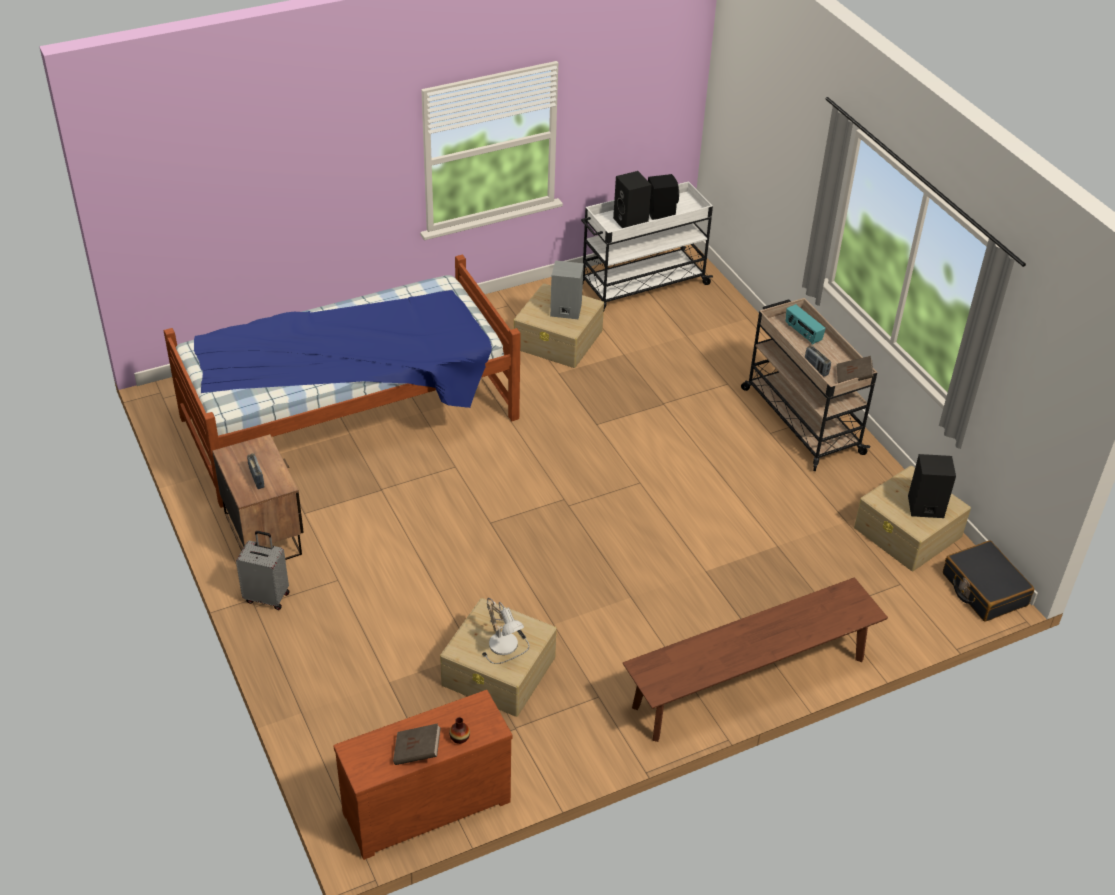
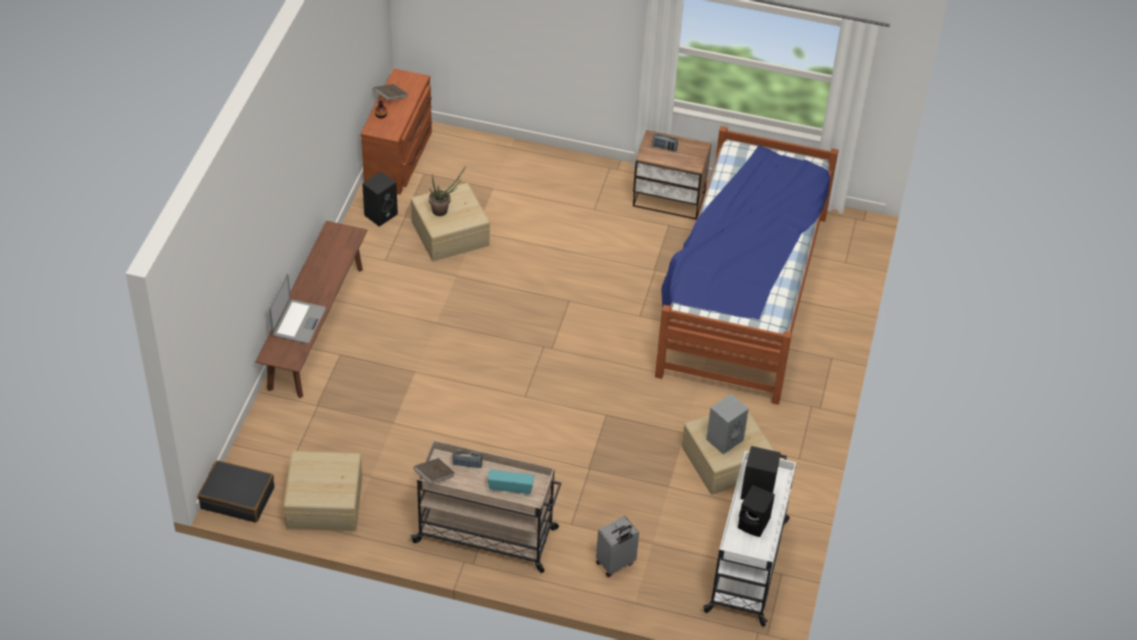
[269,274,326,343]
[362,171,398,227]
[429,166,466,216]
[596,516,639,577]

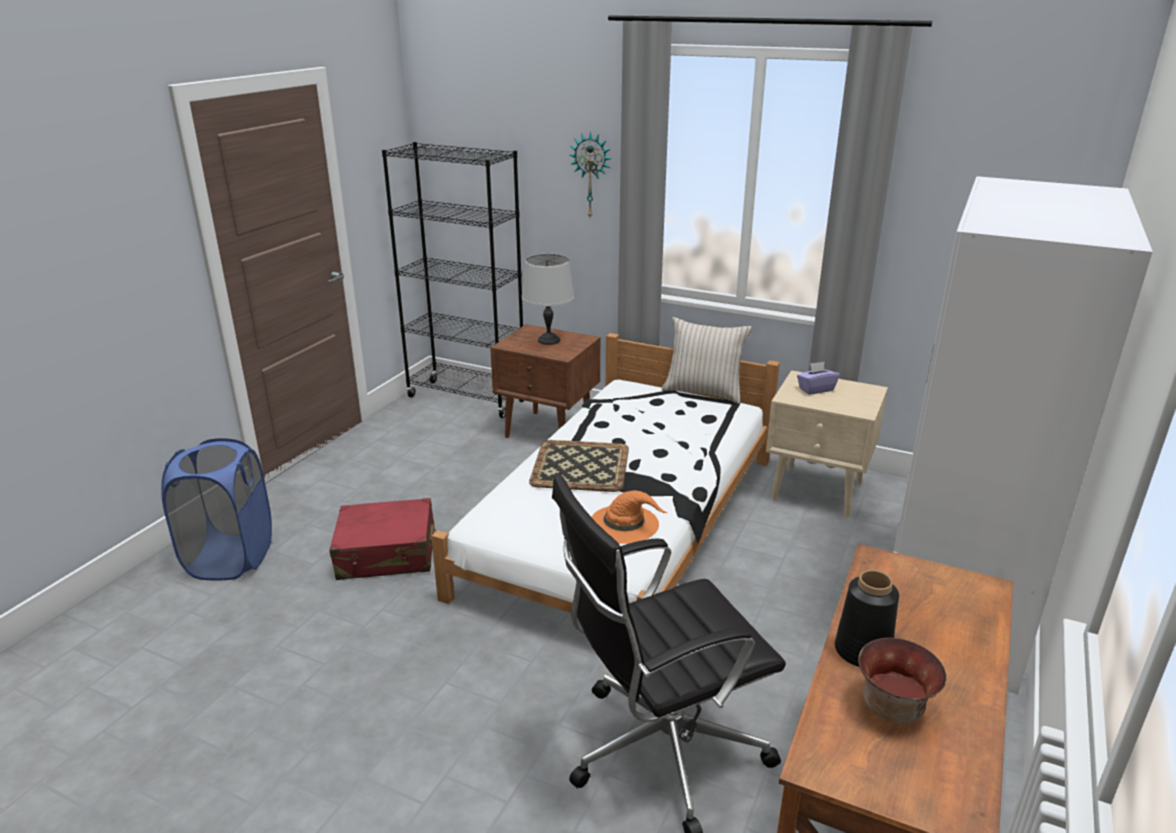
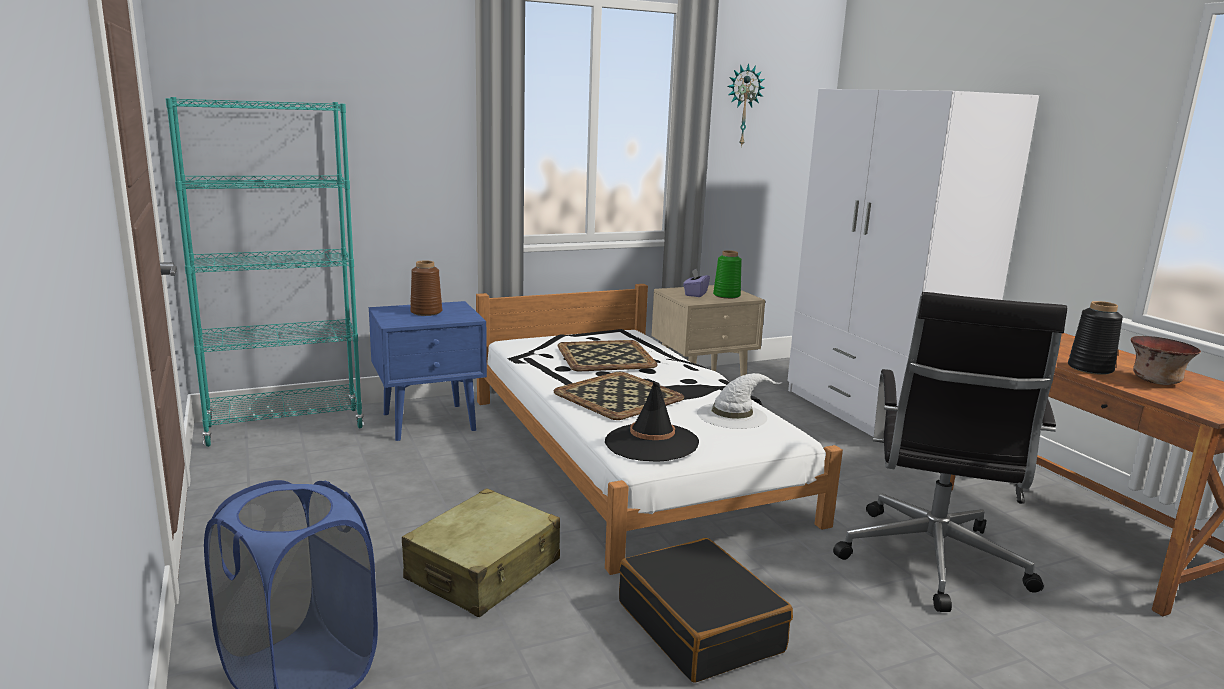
[165,97,364,447]
[369,301,487,441]
[402,488,560,617]
[410,260,442,316]
[558,340,658,371]
[605,382,699,462]
[619,538,793,682]
[697,373,783,429]
[713,250,742,299]
[728,63,765,147]
[662,317,752,404] (first image)

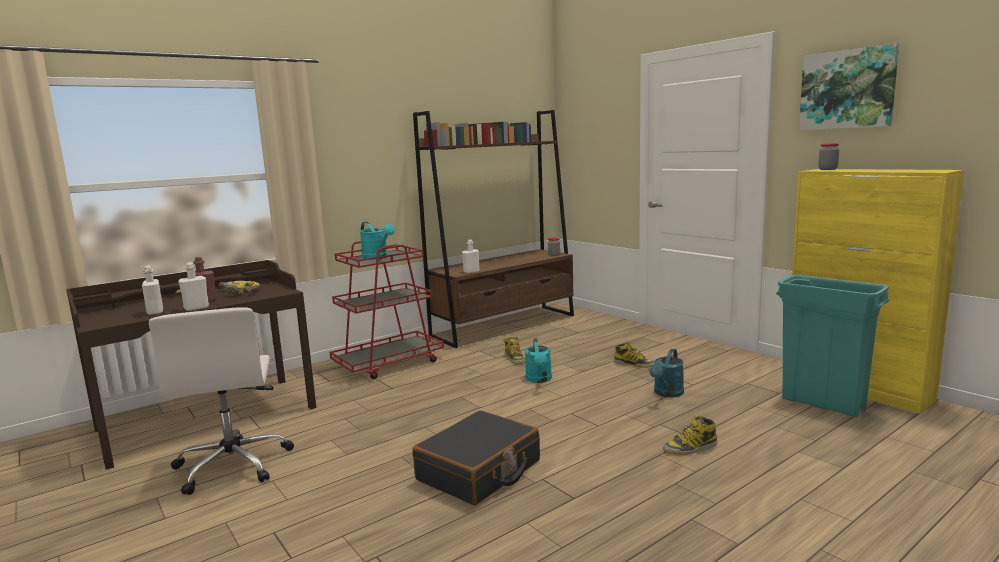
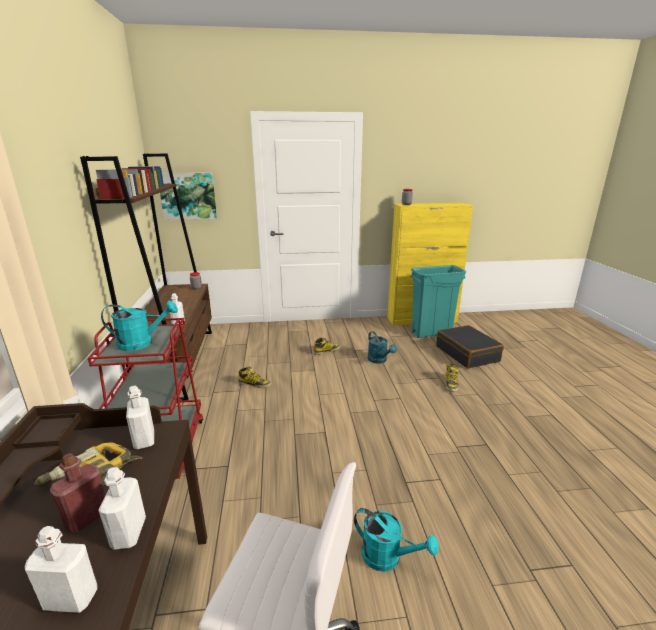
[126,386,154,449]
[160,173,217,220]
[354,508,439,572]
[436,325,504,368]

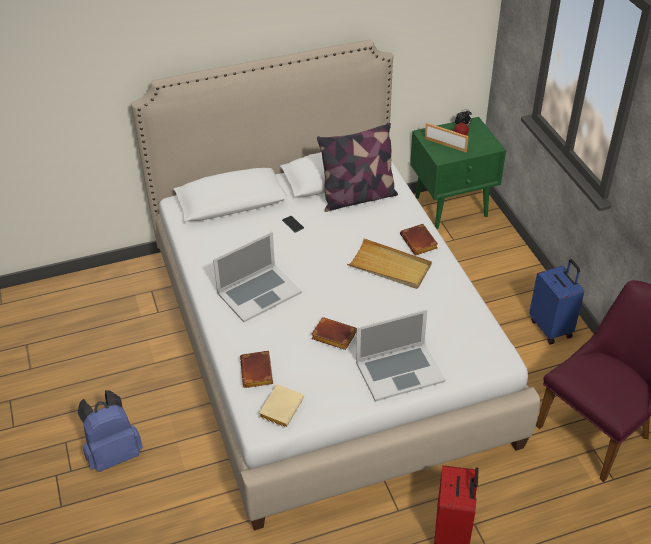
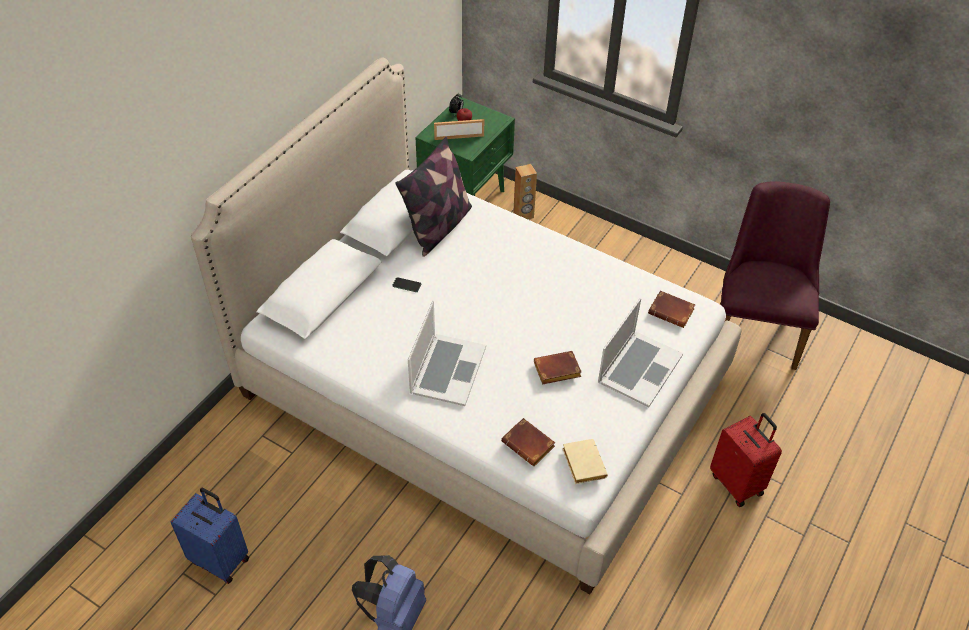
[171,488,249,584]
[513,164,537,219]
[648,291,696,328]
[347,238,432,289] (first image)

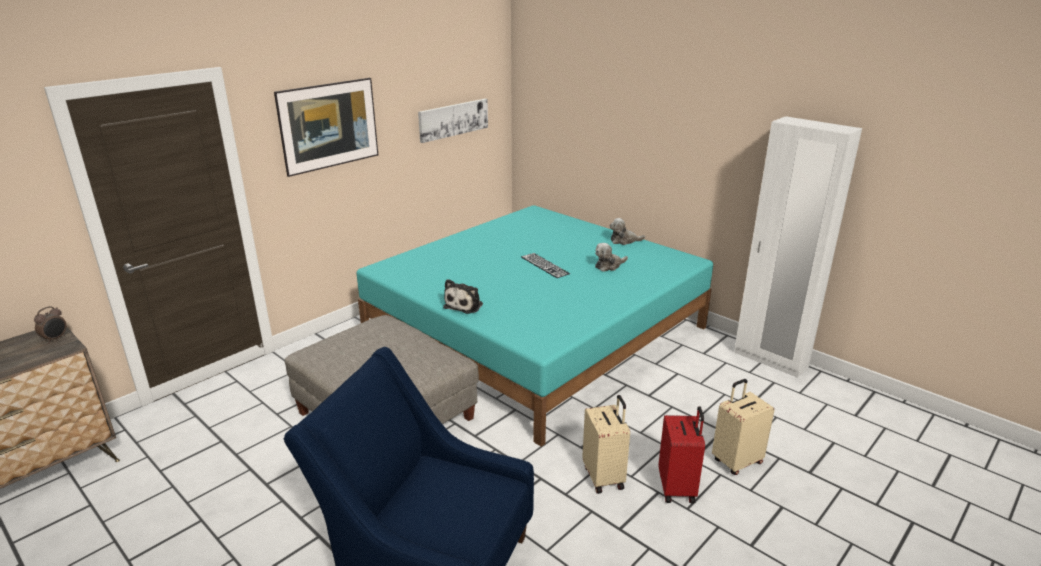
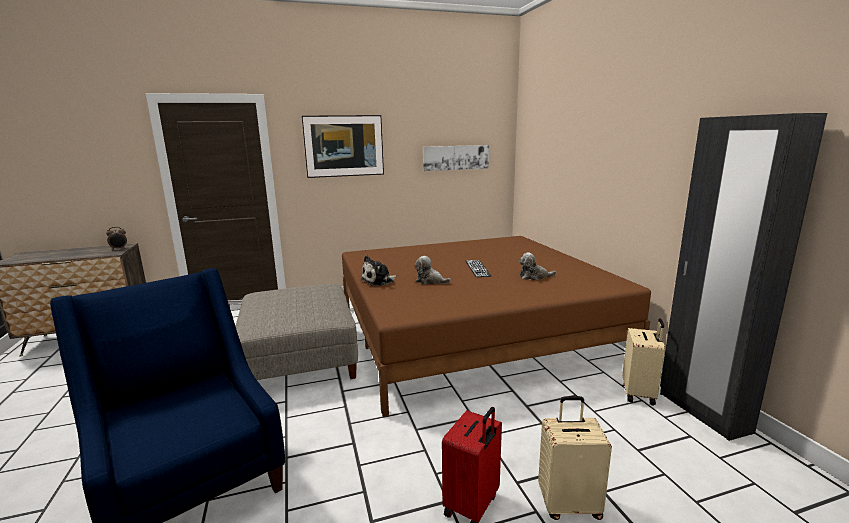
[342,236,651,417]
[415,256,451,284]
[622,318,665,406]
[660,113,827,441]

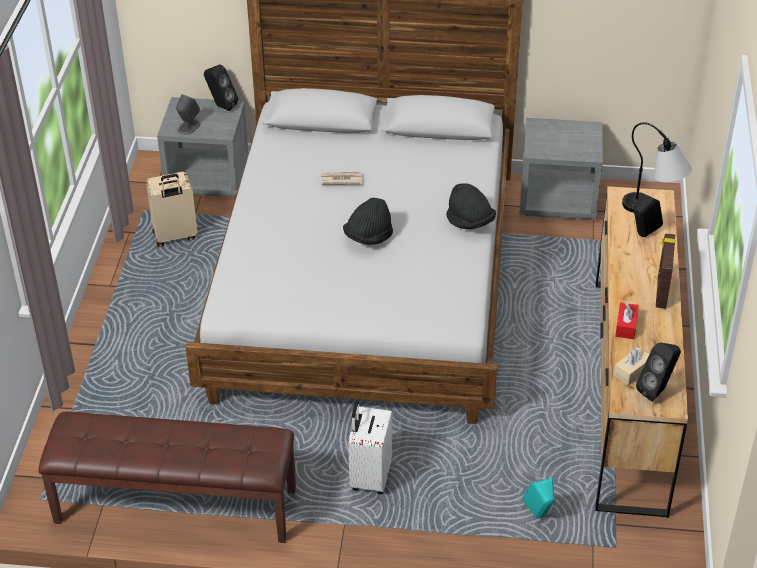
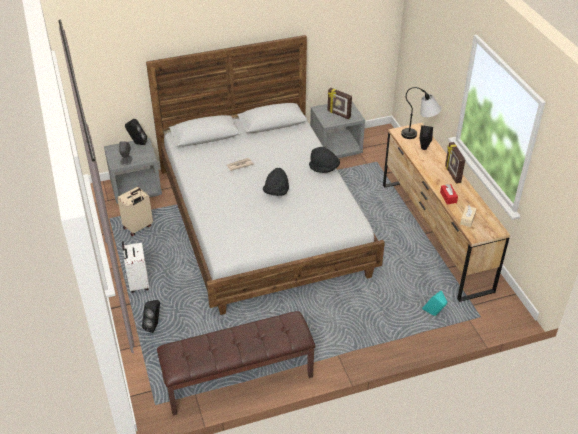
[122,241,149,293]
[142,300,160,333]
[327,88,352,119]

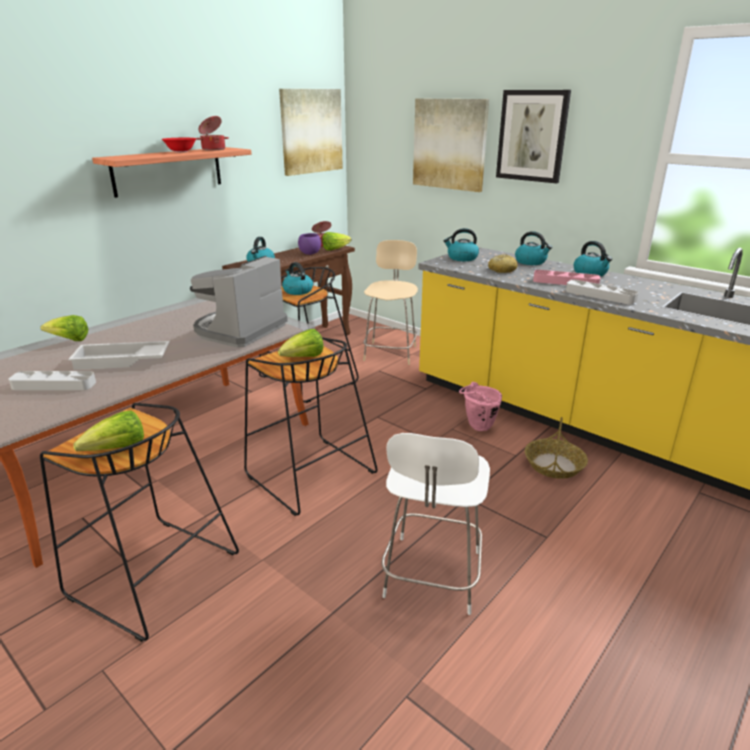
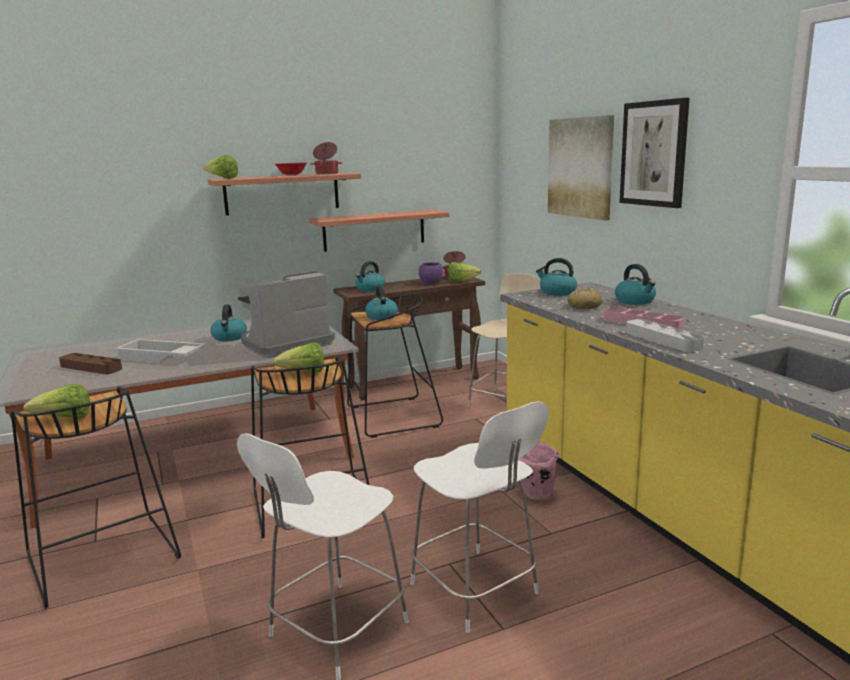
[59,353,122,374]
[203,155,238,179]
[210,305,247,341]
[309,210,449,252]
[410,401,549,633]
[279,89,343,176] (first image)
[525,417,588,479] (first image)

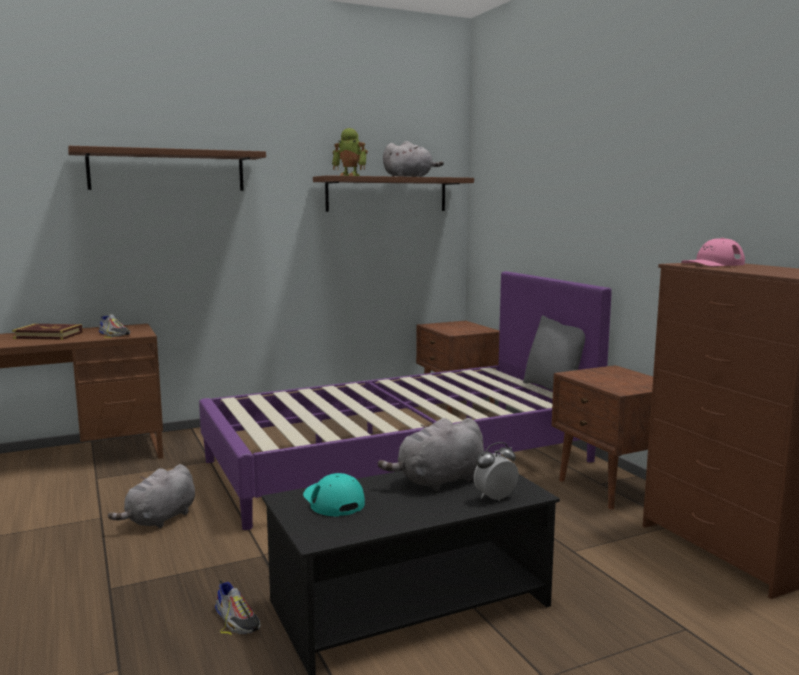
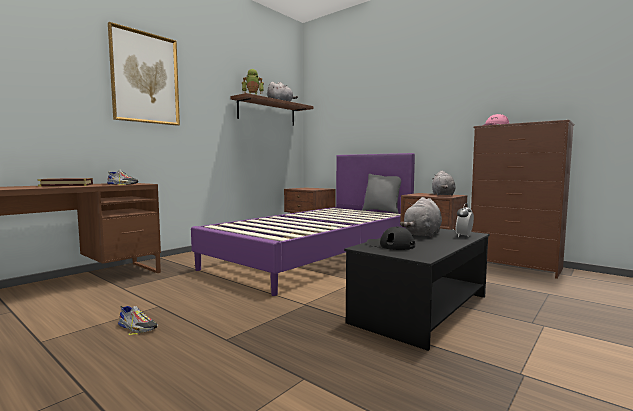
[108,22,180,126]
[118,306,158,335]
[367,226,415,250]
[432,170,455,195]

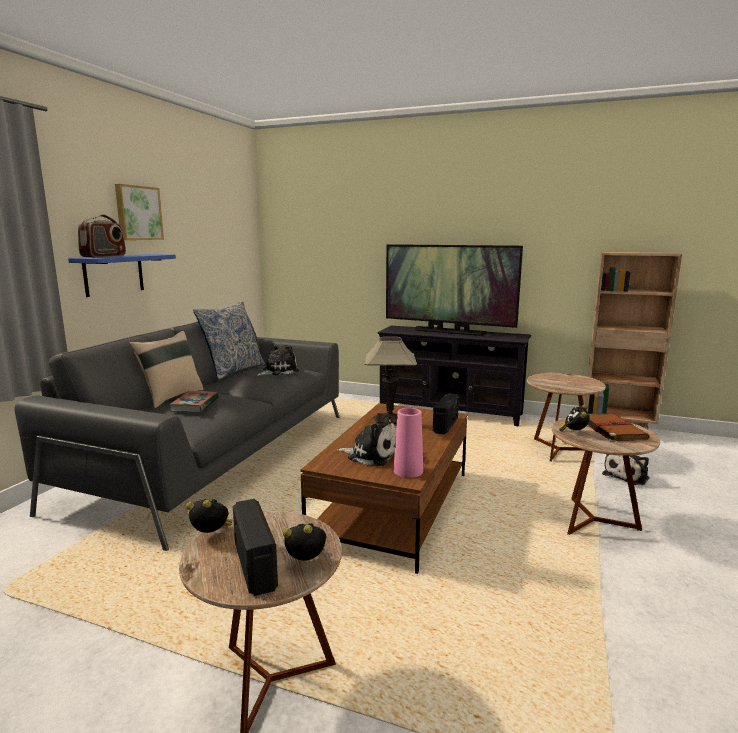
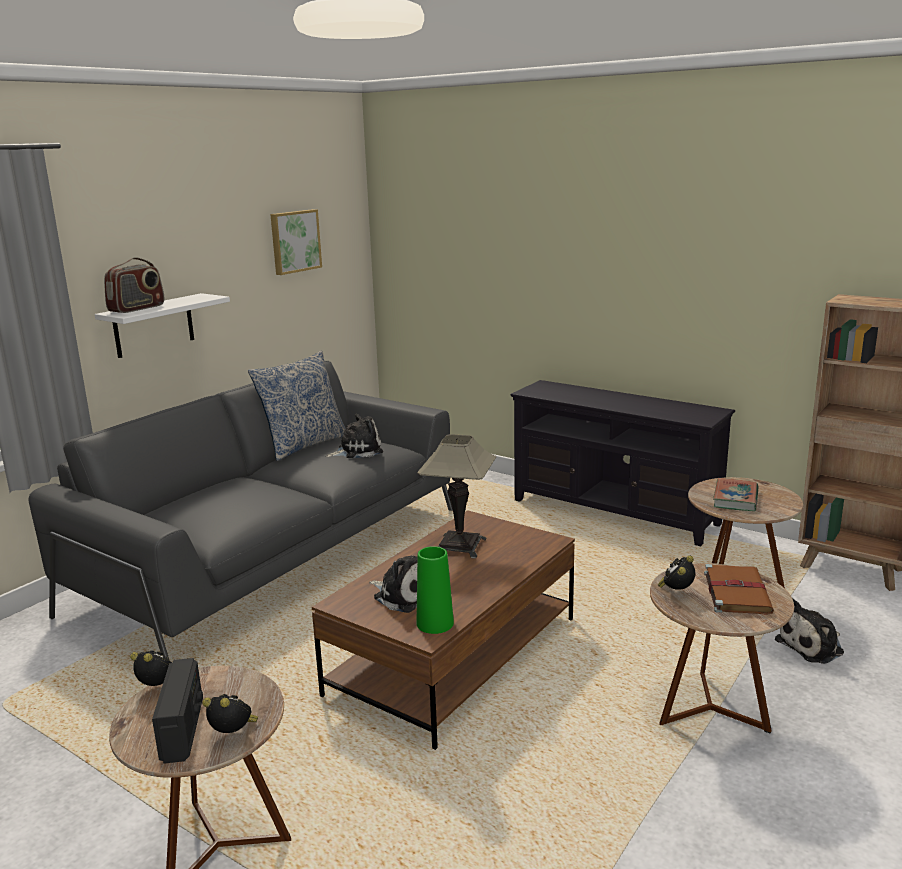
[95,293,230,358]
[270,209,322,275]
[416,546,454,634]
[713,478,758,511]
[130,331,204,408] (first image)
[386,244,523,336] (first image)
[433,393,459,434] (first image)

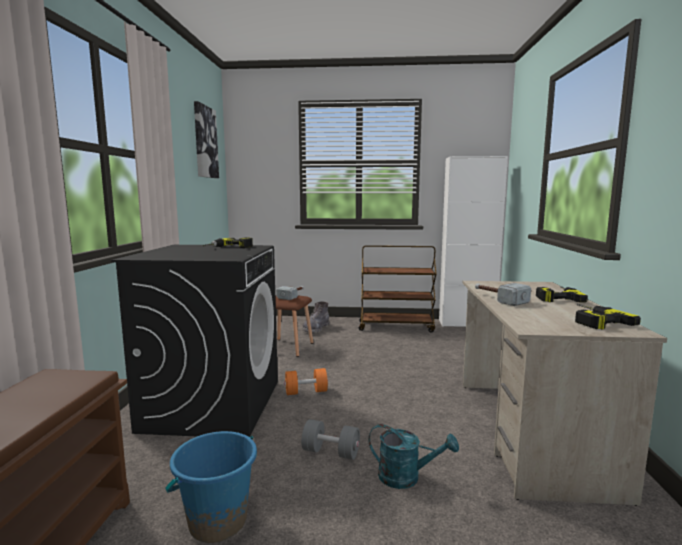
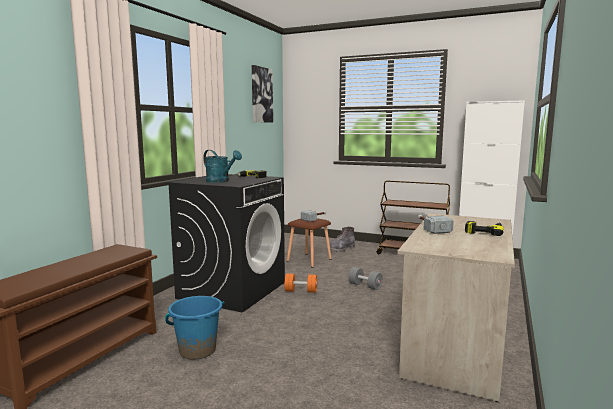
[203,150,242,183]
[348,267,383,290]
[575,303,641,330] (first image)

